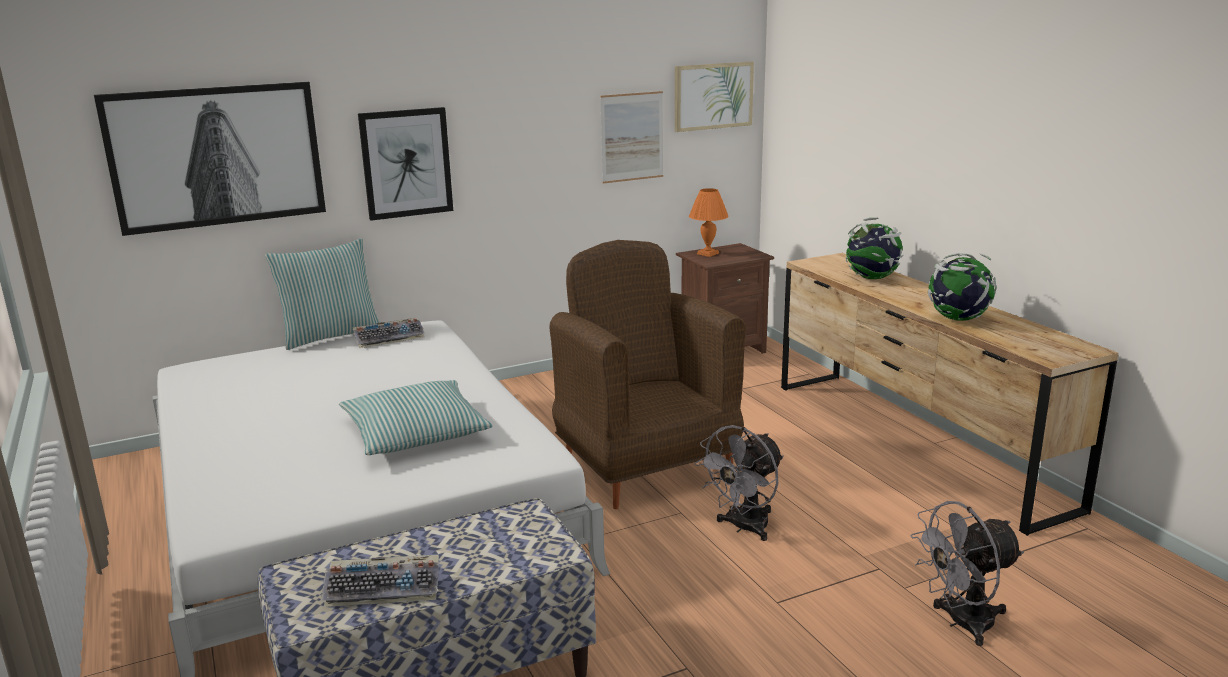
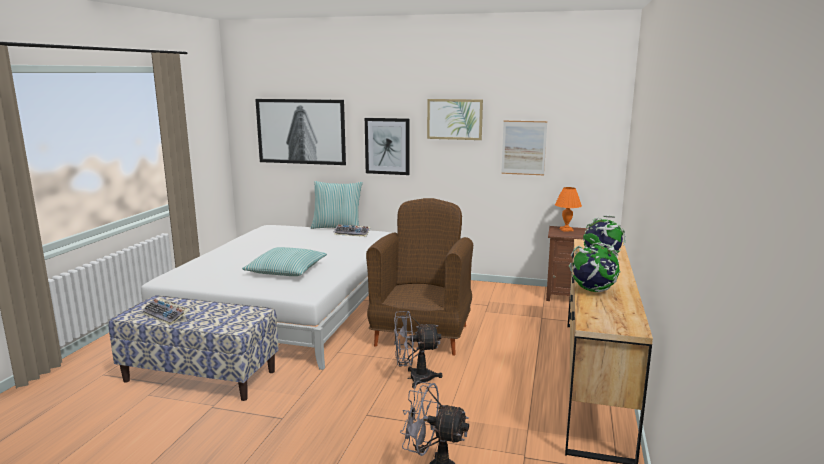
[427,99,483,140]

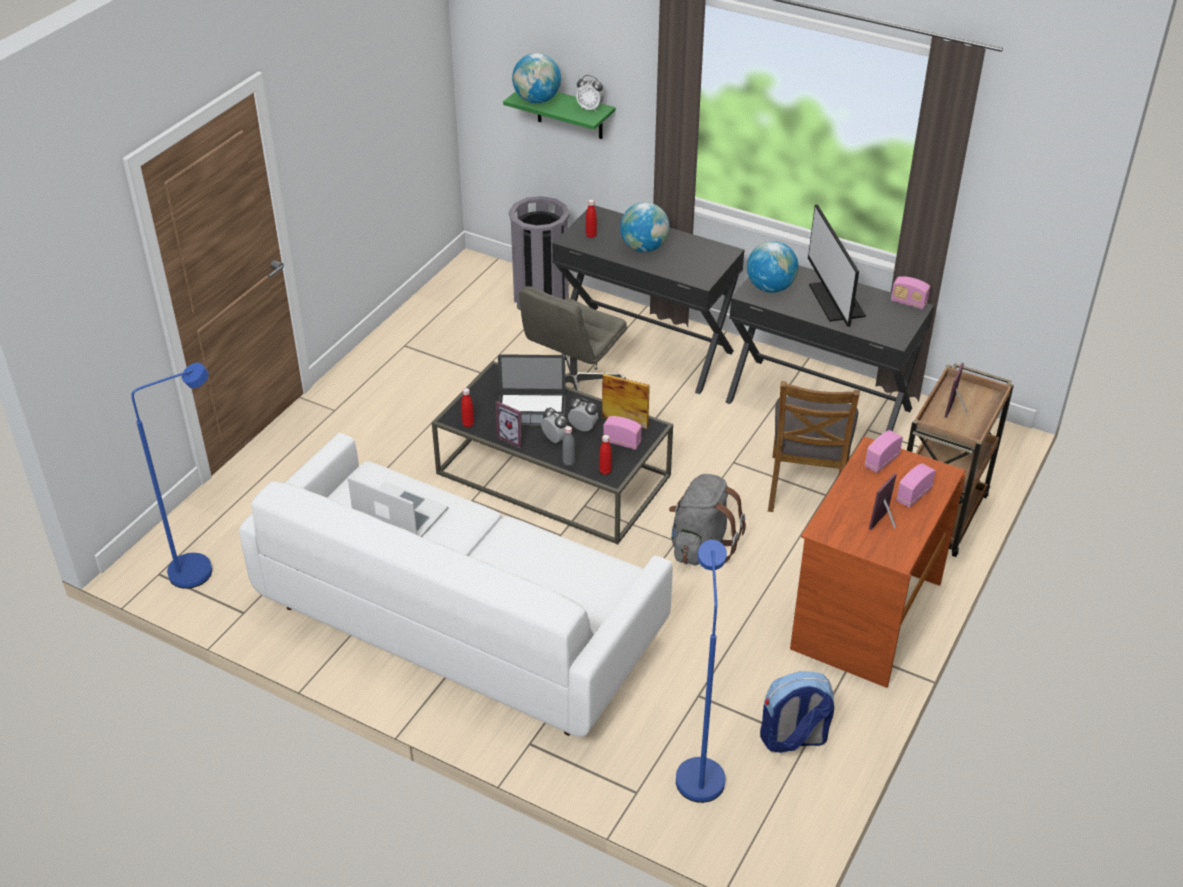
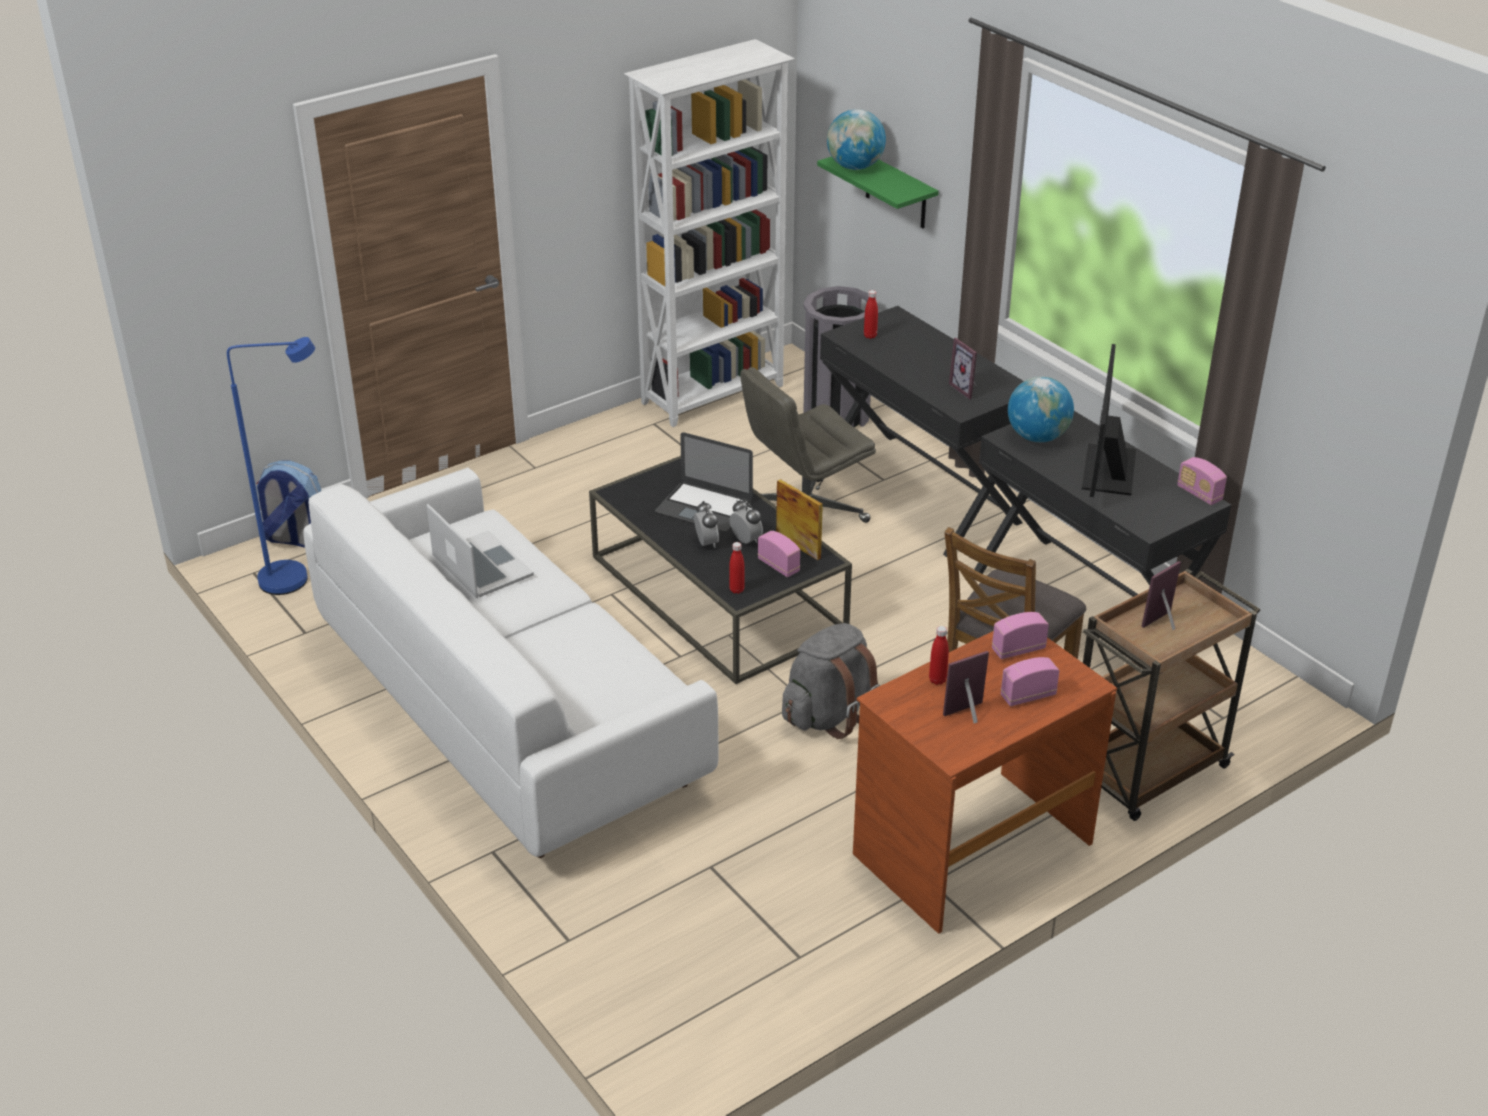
[256,461,321,548]
[624,39,795,427]
[929,626,949,685]
[949,338,977,400]
[563,426,575,466] (first image)
[576,75,604,112] (first image)
[620,202,670,252] (first image)
[676,540,727,803] (first image)

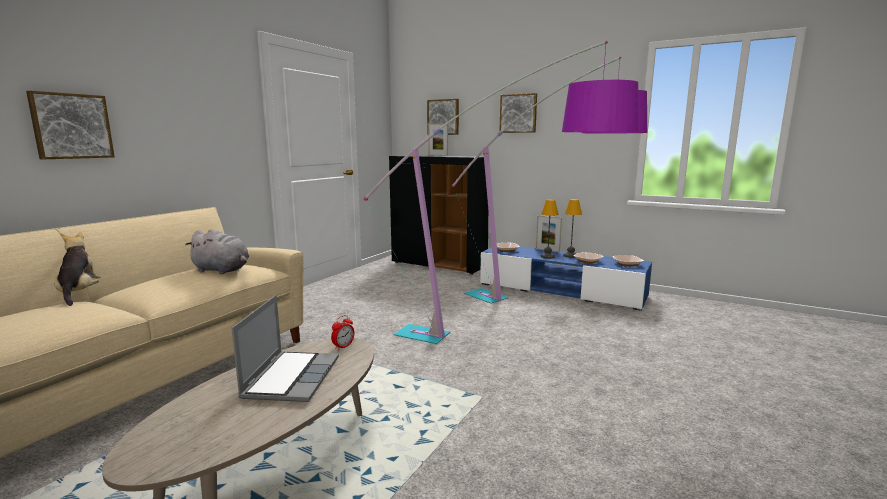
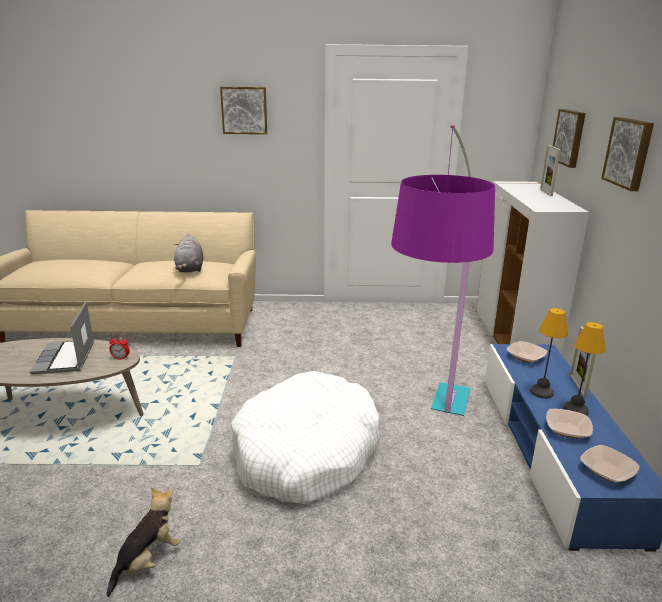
[30,301,94,375]
[107,487,181,597]
[220,87,267,134]
[231,371,381,504]
[476,181,589,354]

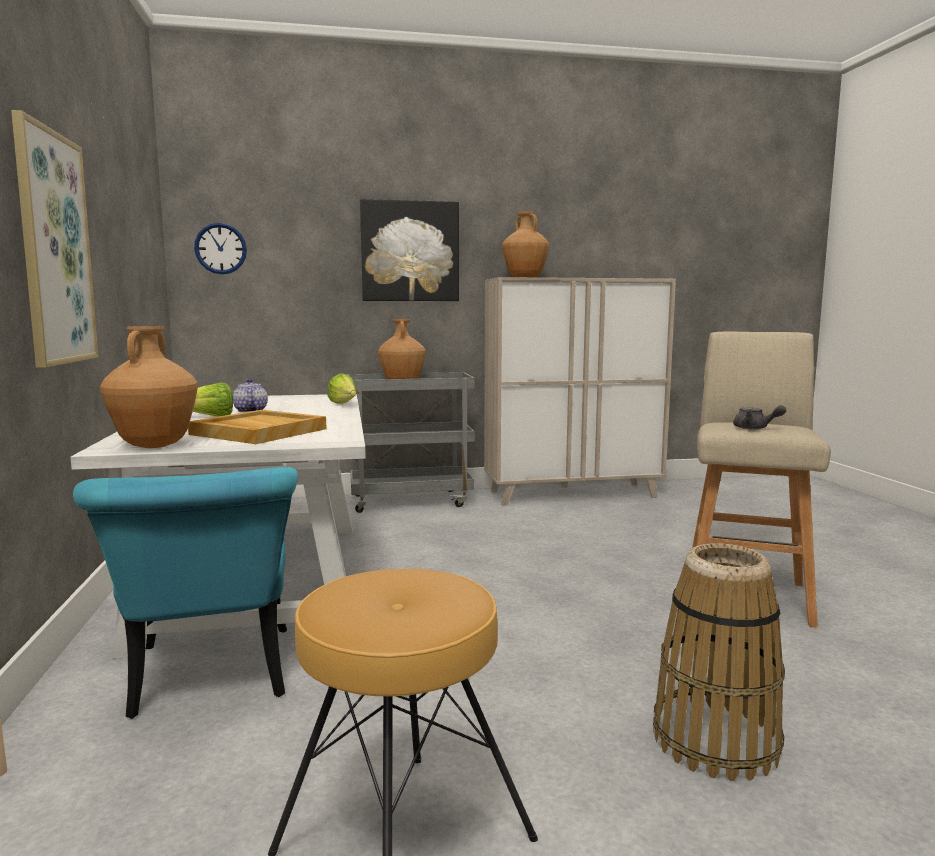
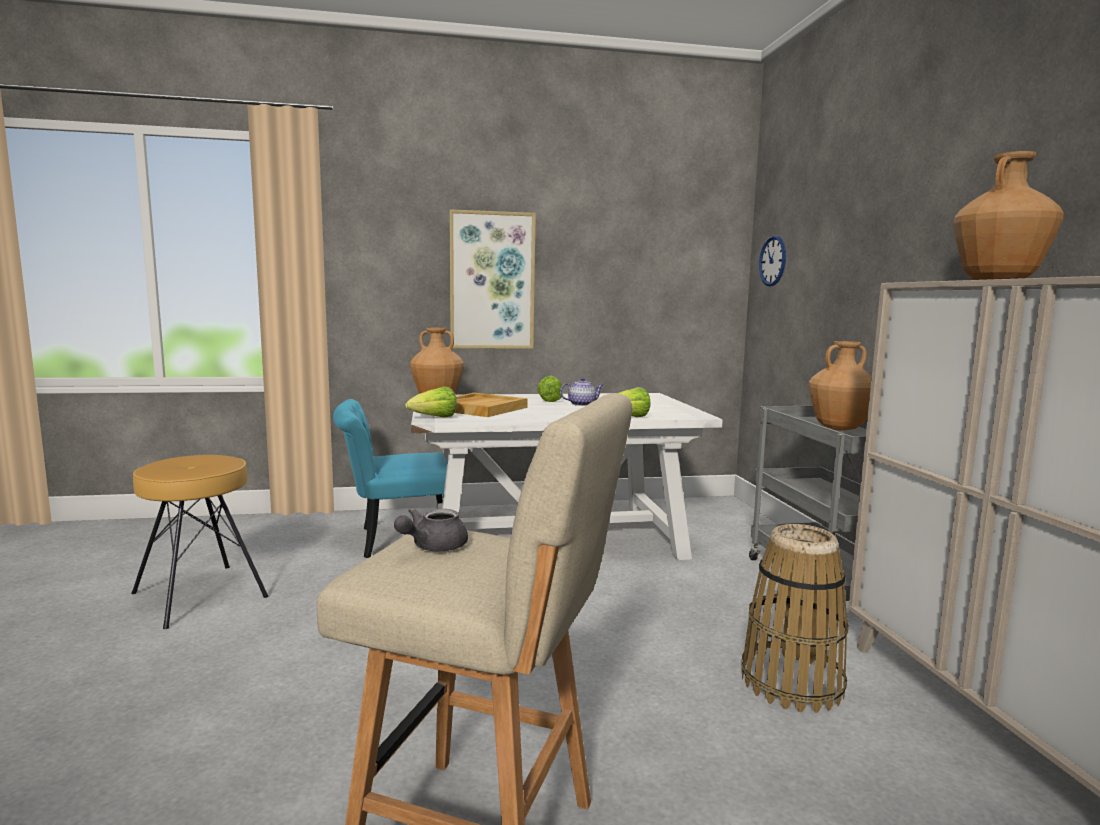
[405,386,457,417]
[741,524,849,713]
[360,199,459,301] (first image)

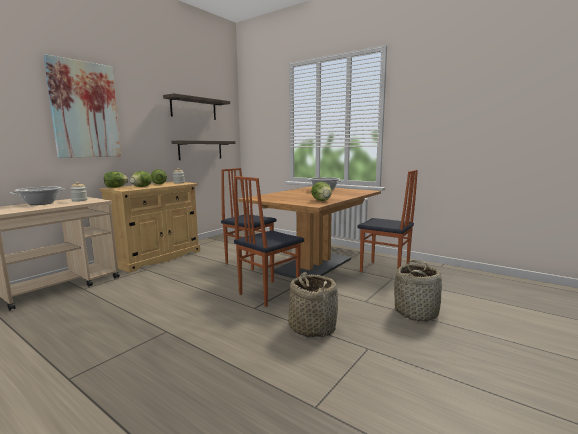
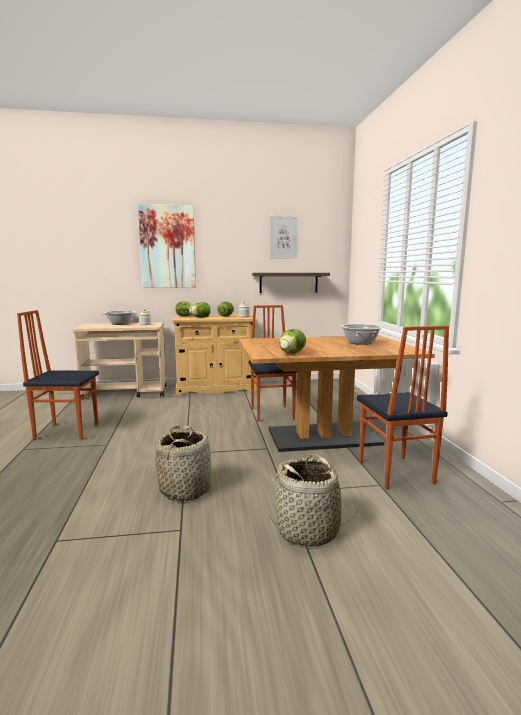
[17,310,99,440]
[270,216,298,258]

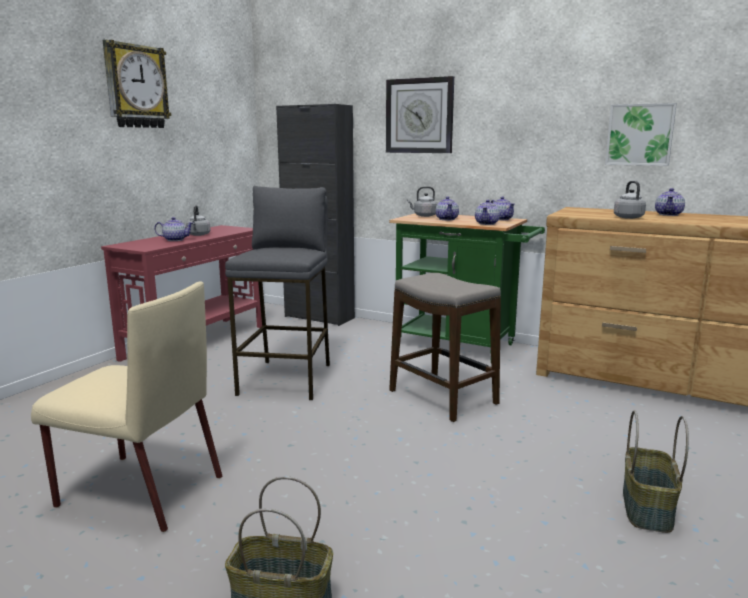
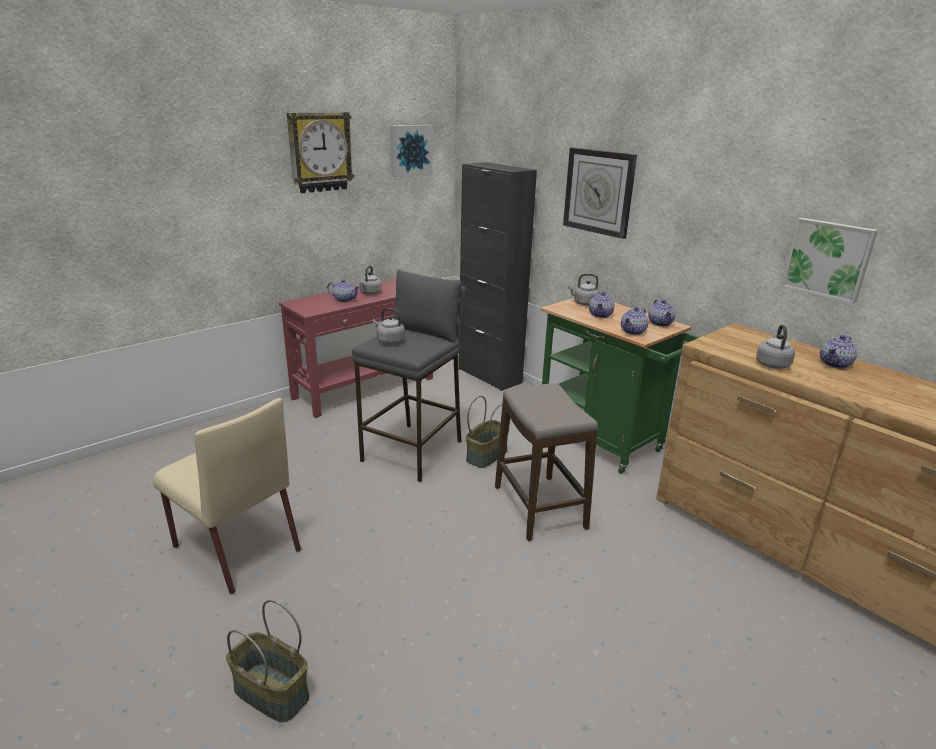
[373,308,405,344]
[390,125,432,177]
[466,396,510,468]

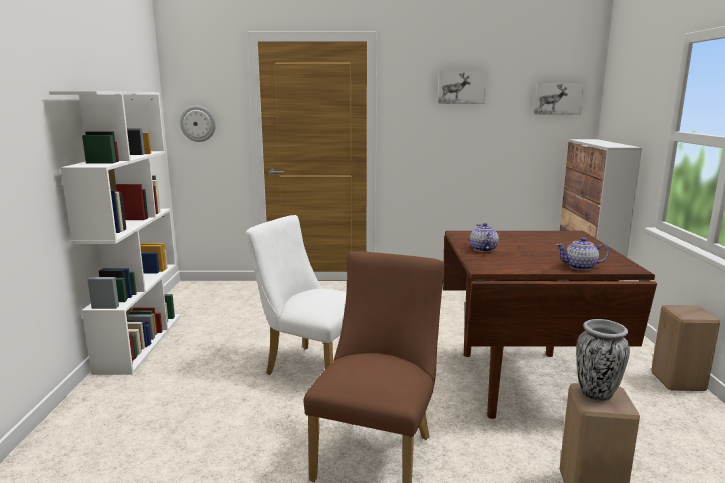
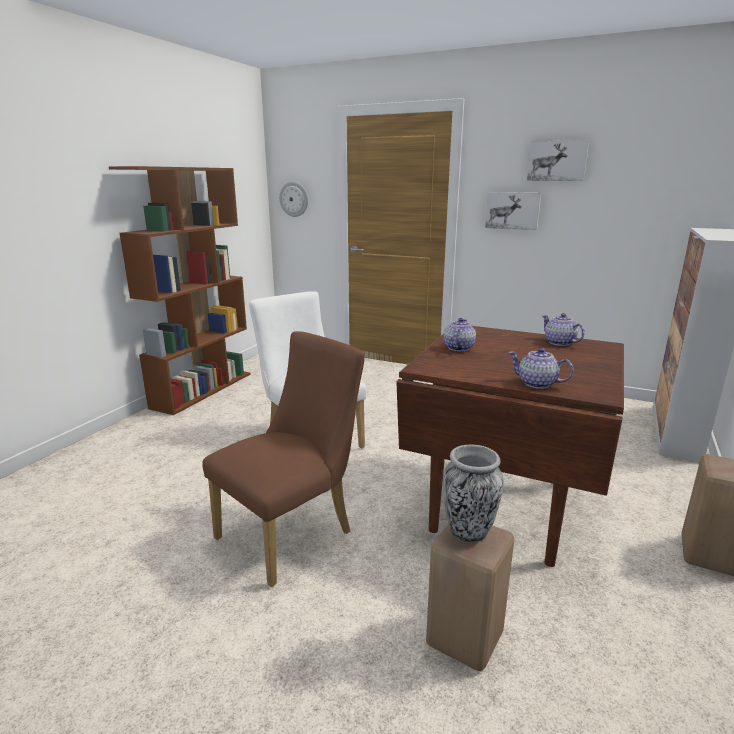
[109,166,251,415]
[485,192,541,230]
[542,313,585,346]

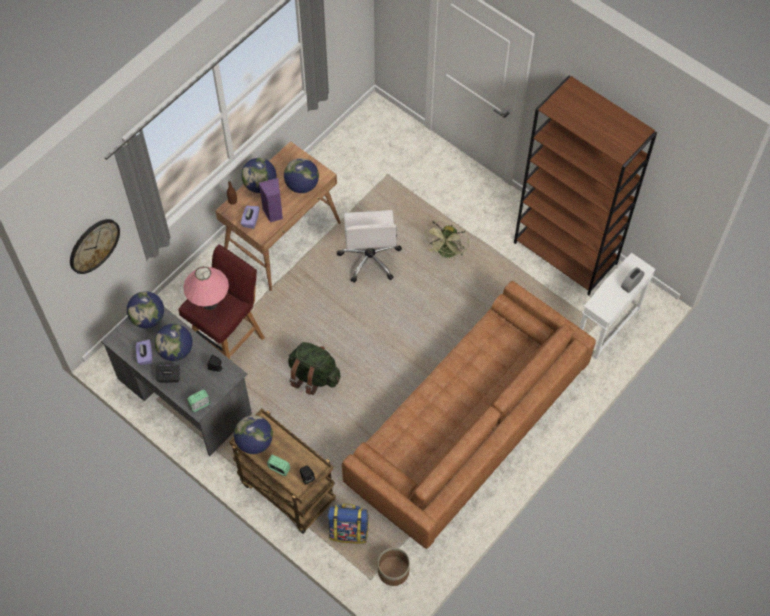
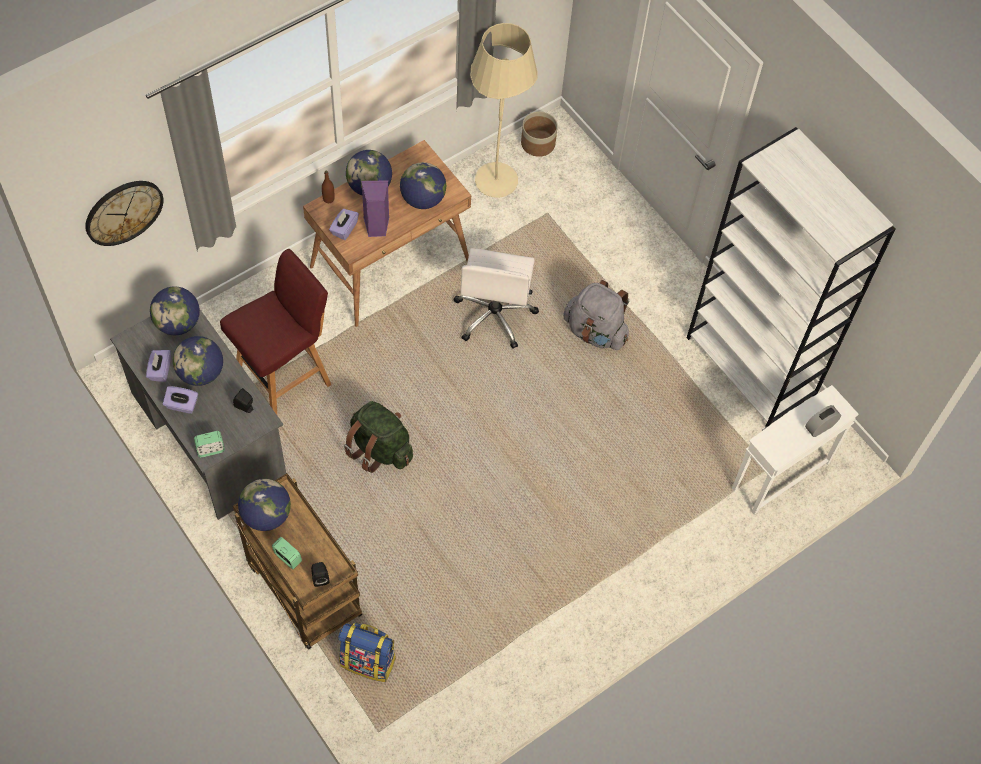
[163,386,198,414]
[470,23,538,198]
[521,111,558,157]
[563,280,629,350]
[687,127,896,427]
[183,266,229,310] (first image)
[342,281,596,549] (first image)

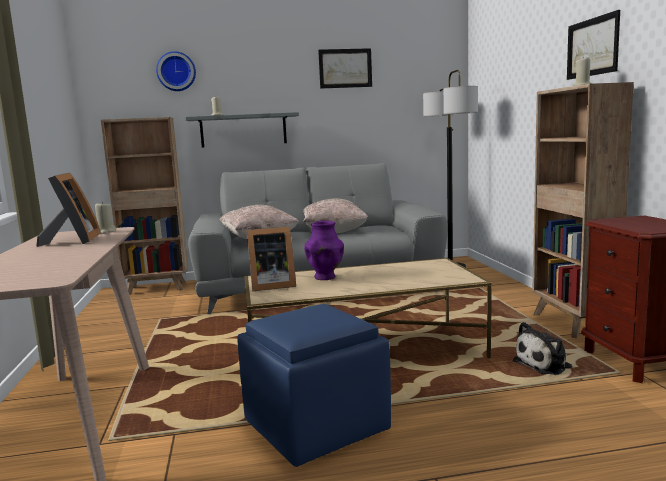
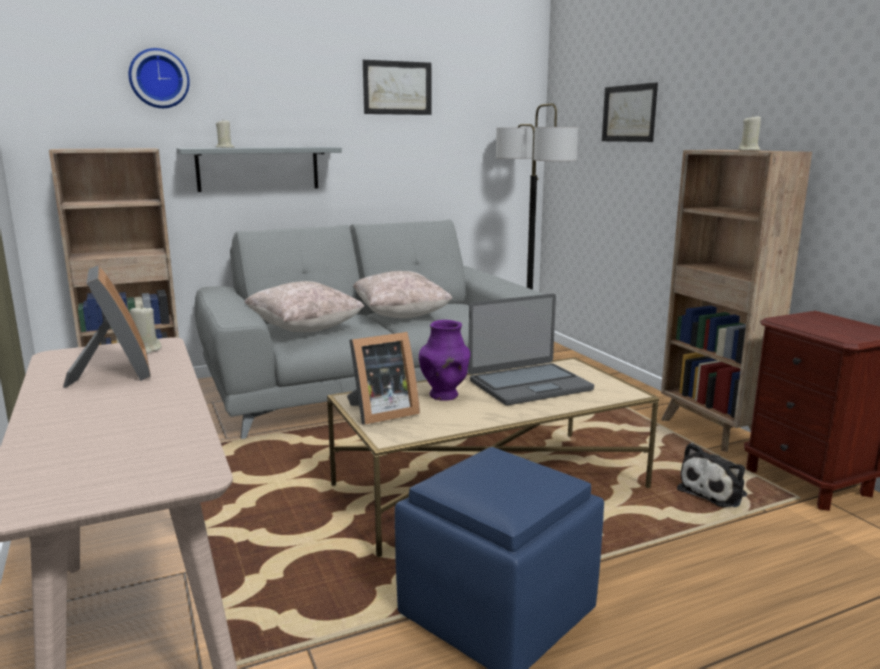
[468,294,594,405]
[602,82,658,142]

